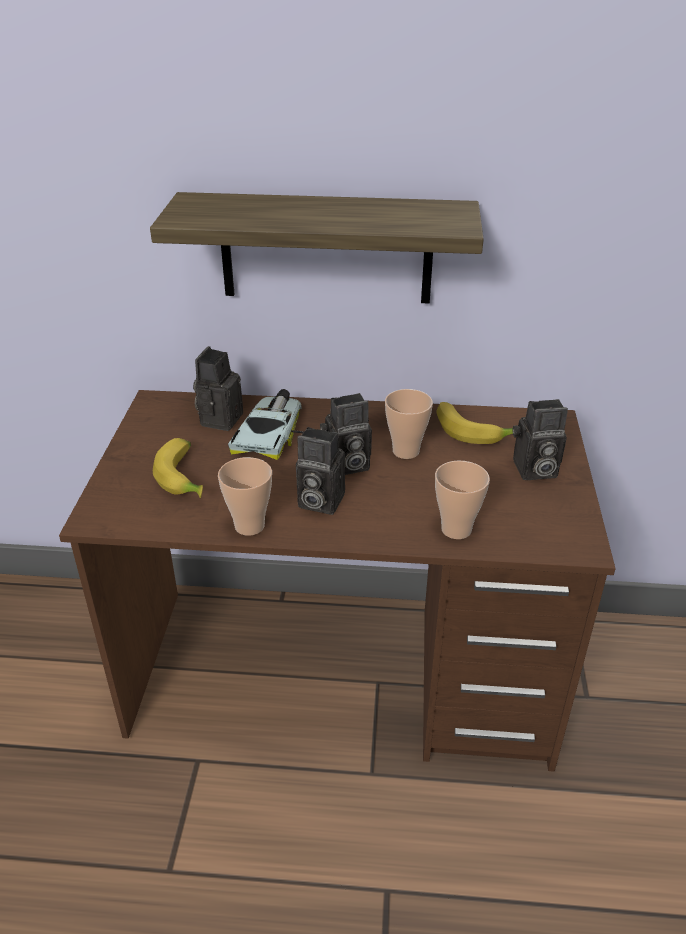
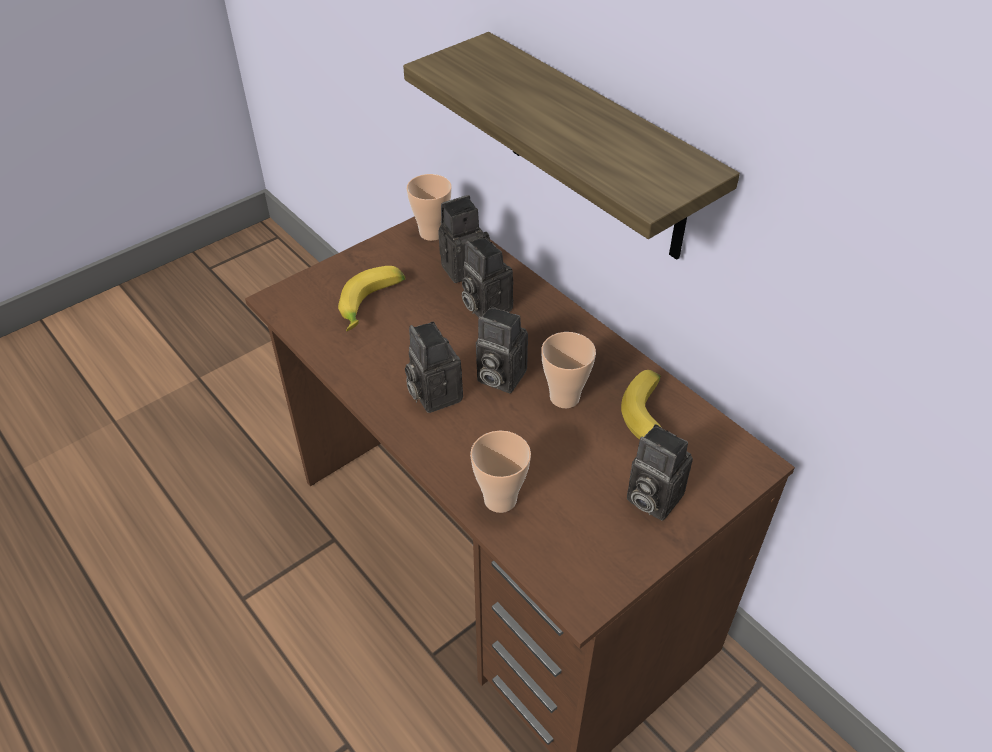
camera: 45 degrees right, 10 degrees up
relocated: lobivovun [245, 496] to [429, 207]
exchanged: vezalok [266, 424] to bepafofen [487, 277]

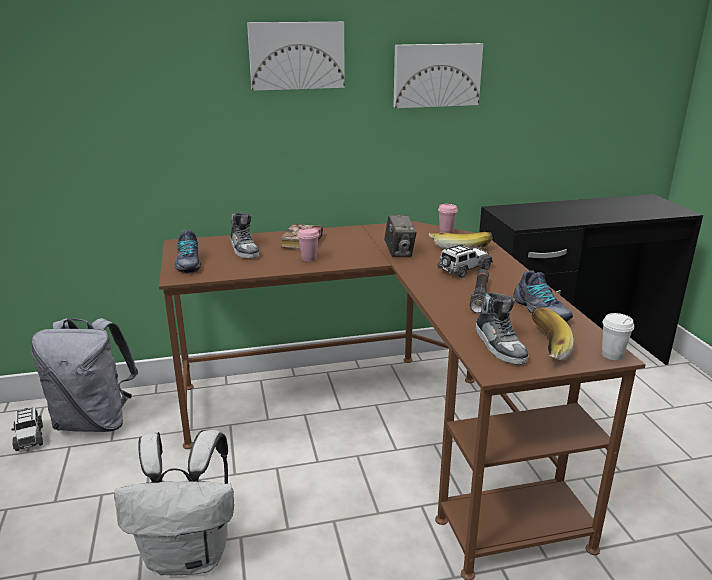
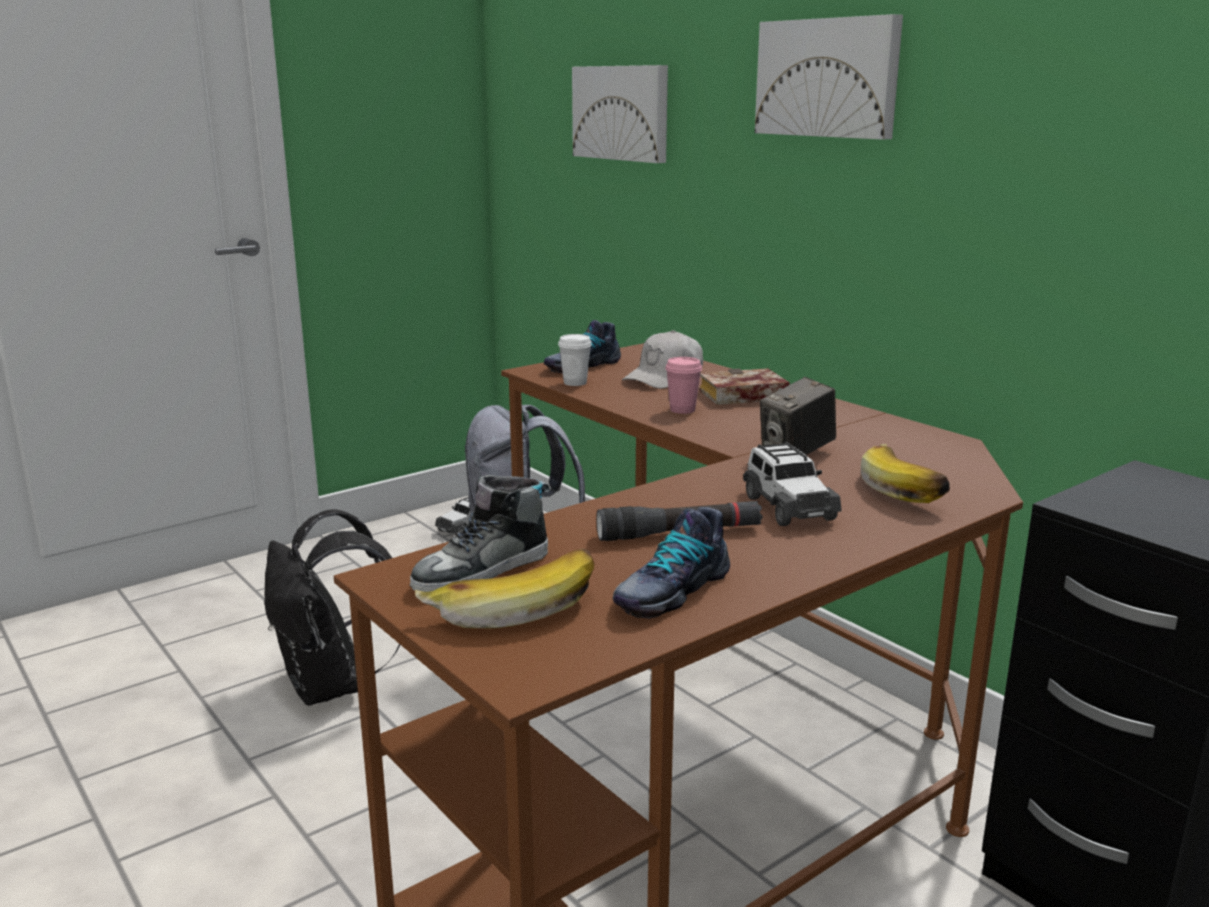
camera: 65 degrees right, 5 degrees down
missing: pink_lobivovun [448, 218]
relocated: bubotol [438, 75] to [620, 114]; white_lobivovun [618, 336] to [575, 360]
exchanged: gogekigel [245, 236] to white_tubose [662, 359]
colour: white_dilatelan [174, 503] to black_dilatelan [332, 607]
spun: vezalok [465, 261] = [792, 484] 45 degrees clockwise

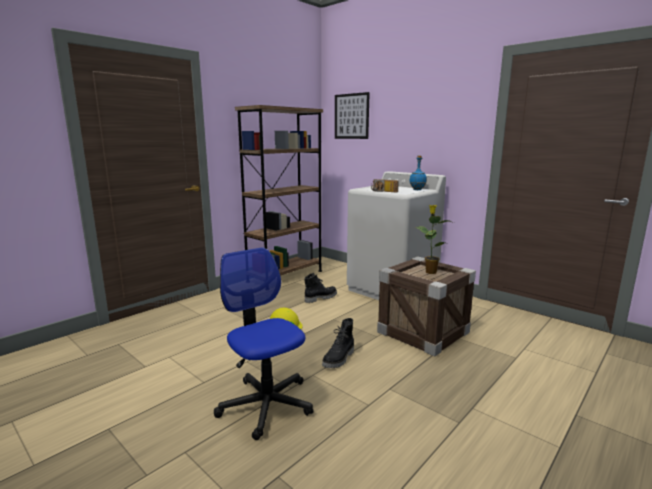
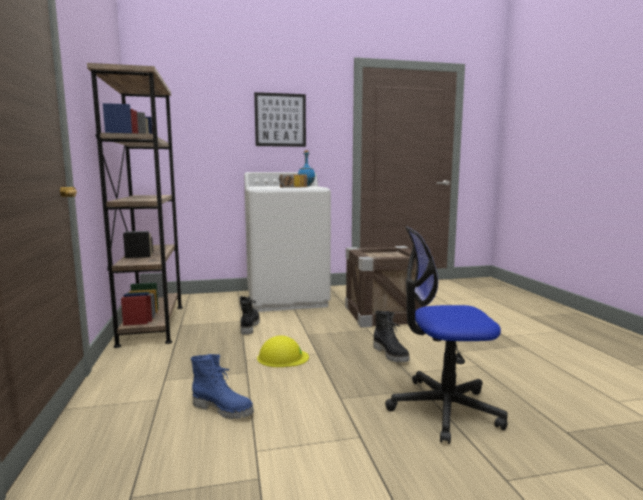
camera: 55 degrees left, 5 degrees down
missing: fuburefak [435, 239]
appeared: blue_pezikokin [222, 386]
relocated: bubotol [352, 115] to [280, 119]

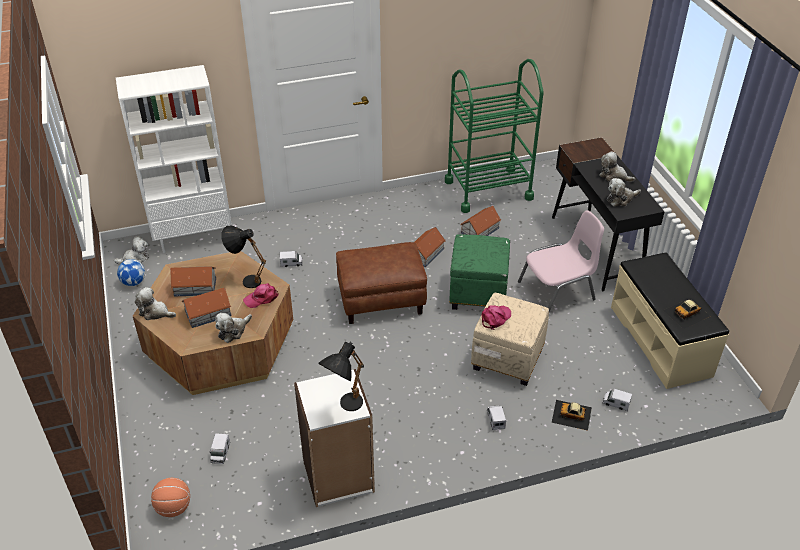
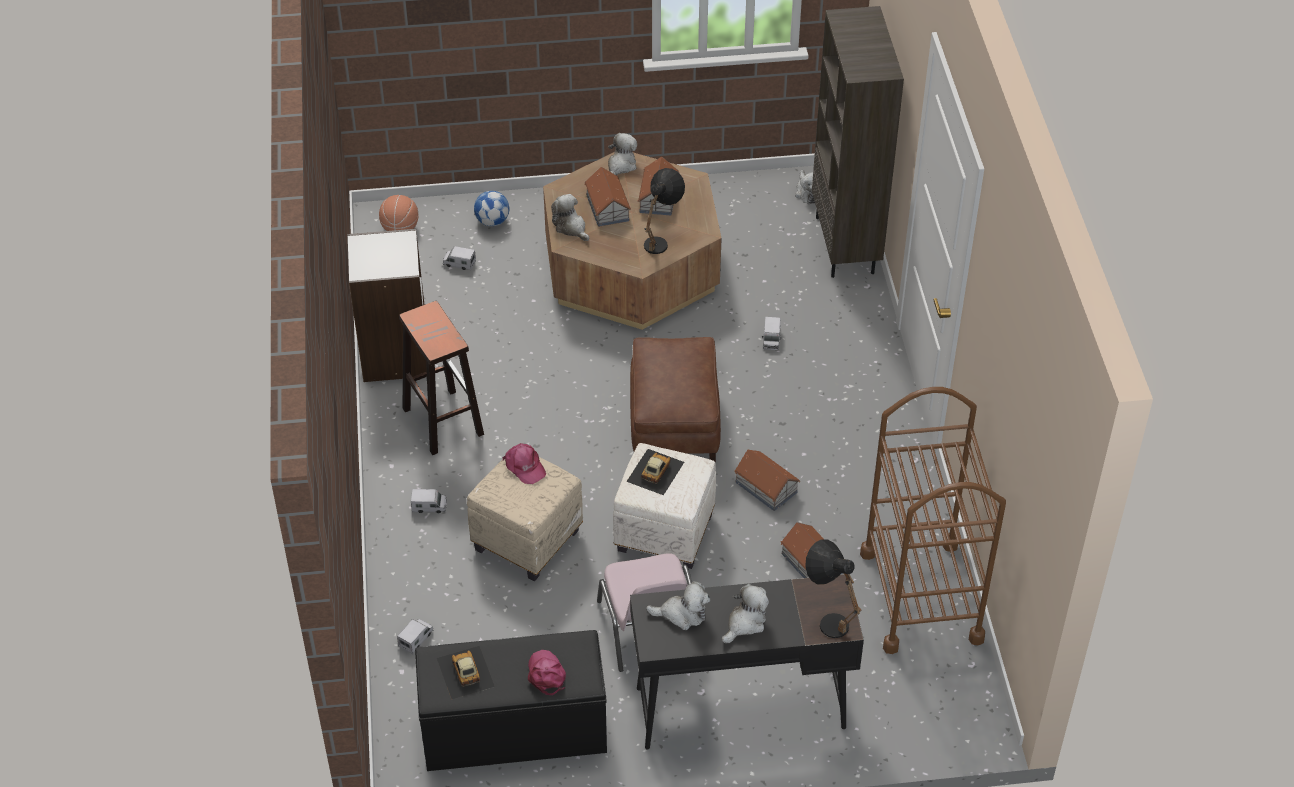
camera: 100 degrees right, 5 degrees up
appeared: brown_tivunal [441, 378]
relocated: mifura [131, 272] to [491, 208]; pink_tubose [260, 295] to [547, 672]; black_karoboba [341, 376] to [833, 588]; vezalok [572, 415] to [655, 472]
colour: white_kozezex [174, 159] to brown_kozezex [858, 142]; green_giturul [494, 136] to brown_giturul [933, 520]; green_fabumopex [479, 272] to white_fabumopex [664, 506]; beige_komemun [670, 320] to black_komemun [511, 700]
spun: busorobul [624, 192] = [678, 605] 105 degrees clockwise

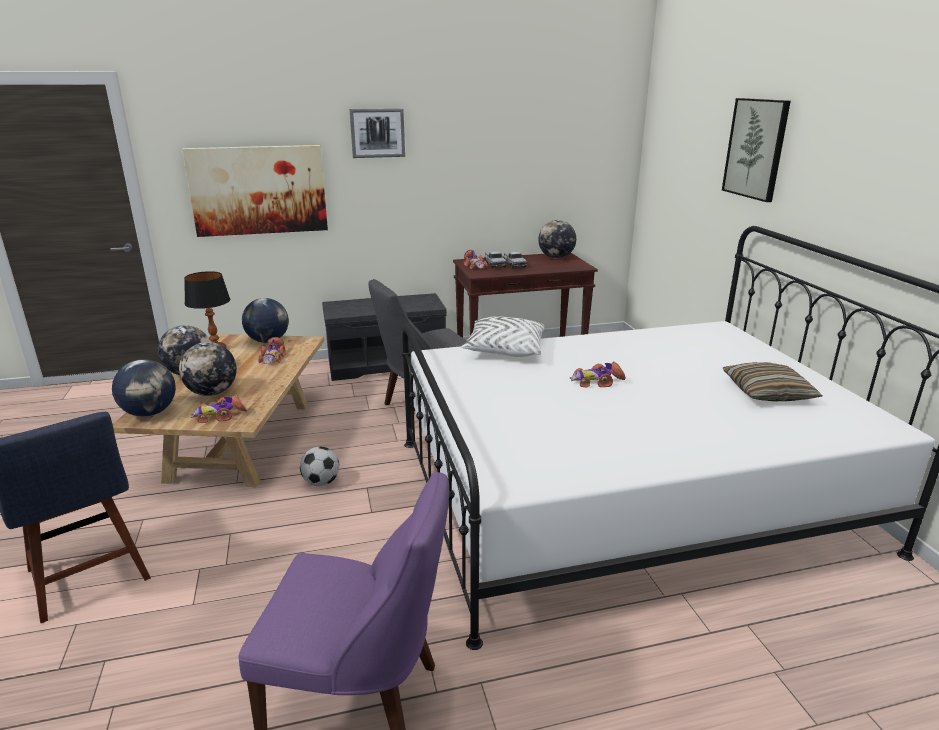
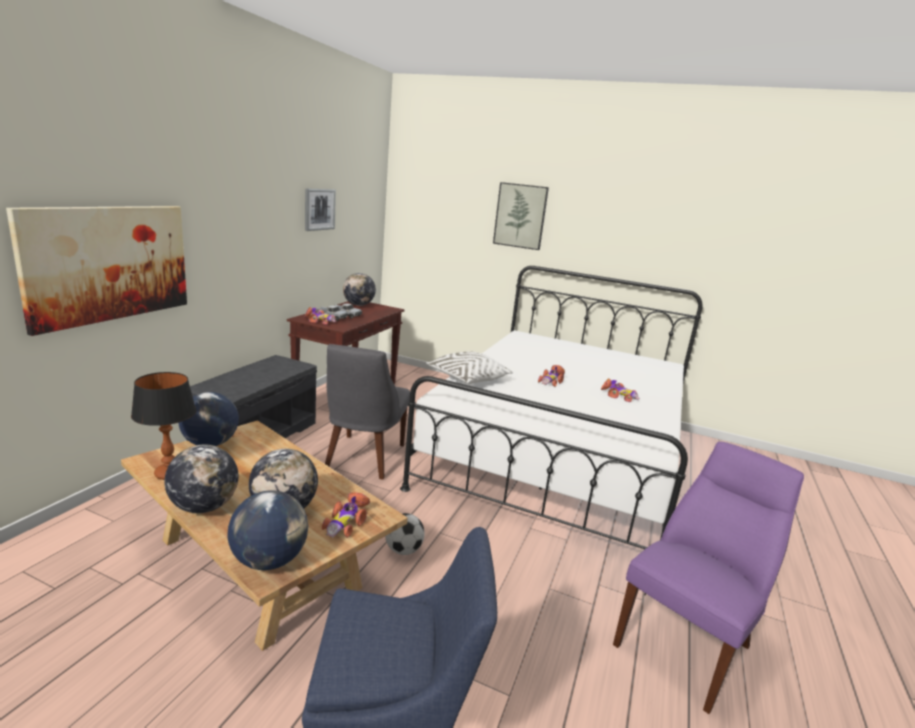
camera: 55 degrees left, 5 degrees down
missing: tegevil [773, 382]
relocated: vezalok [272, 350] to [620, 390]; bubotol [377, 133] to [320, 209]

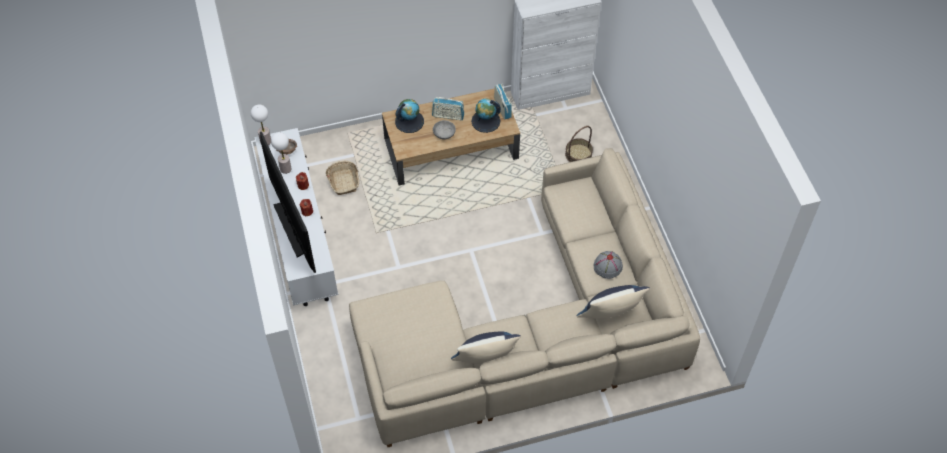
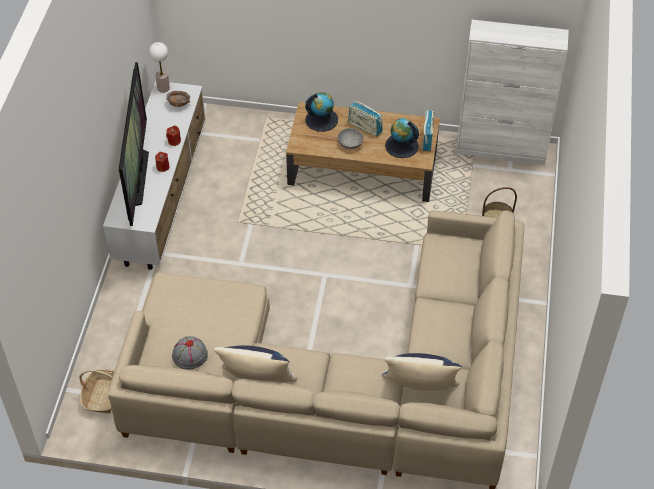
camera: 25 degrees right, 5 degrees down
missing: karoboba [281, 153]
relocated: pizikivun [342, 178] to [96, 391]; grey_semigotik [608, 265] to [190, 353]

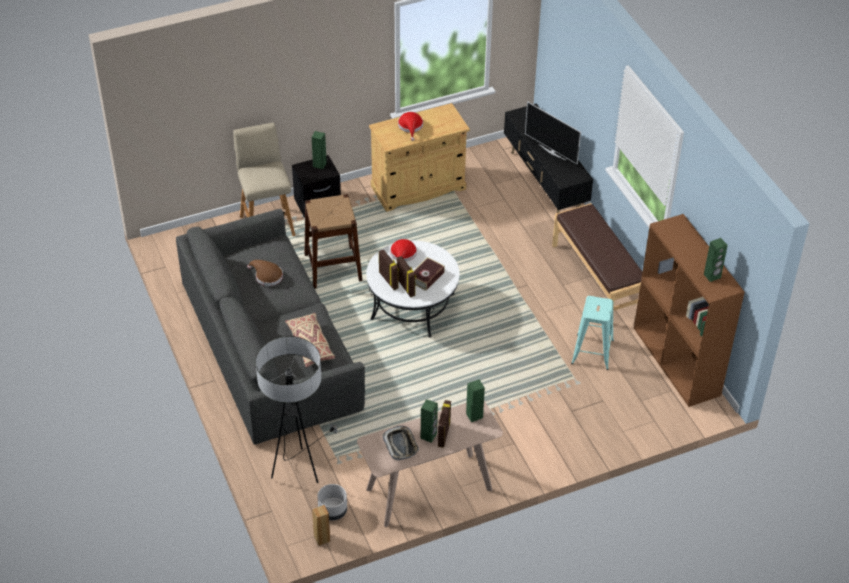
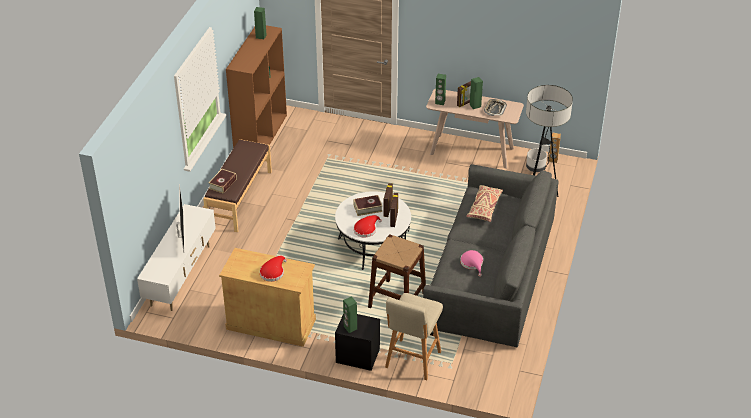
camera: 140 degrees left, 5 degrees down
missing: turquoise_tivunal [592, 333]
appeared: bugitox [223, 181]
colour: brown_semigotik [265, 273] to pink_semigotik [471, 263]; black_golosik [548, 158] to white_golosik [176, 257]

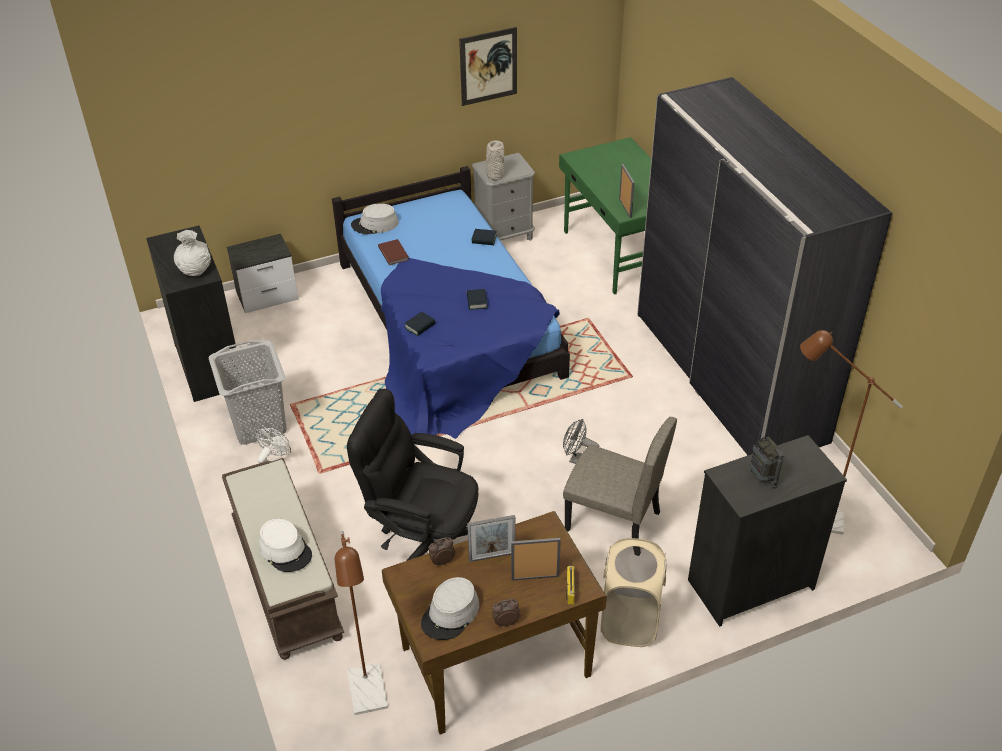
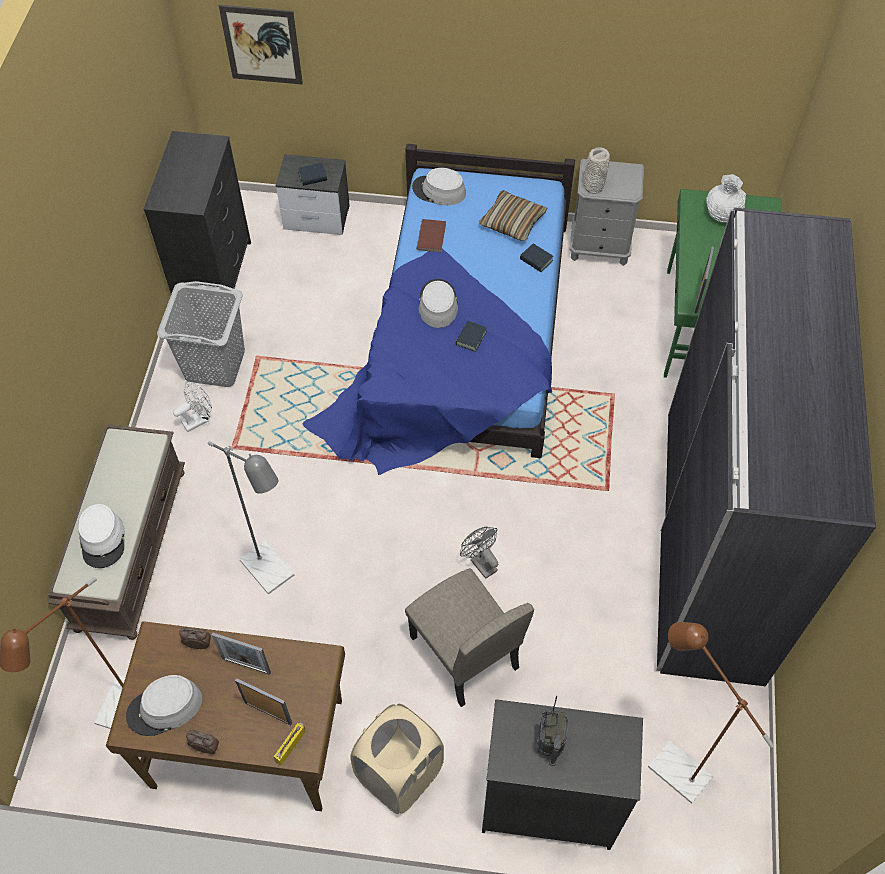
camera: 30 degrees right, 15 degrees up
appeared: grey_semigotik [438, 303]; tegevil [513, 215]
relocated: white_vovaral [192, 253] to [726, 198]; bugitox [419, 324] to [312, 174]; bubotol [488, 66] to [261, 44]
exchanged: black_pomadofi [413, 475] to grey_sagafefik [251, 518]

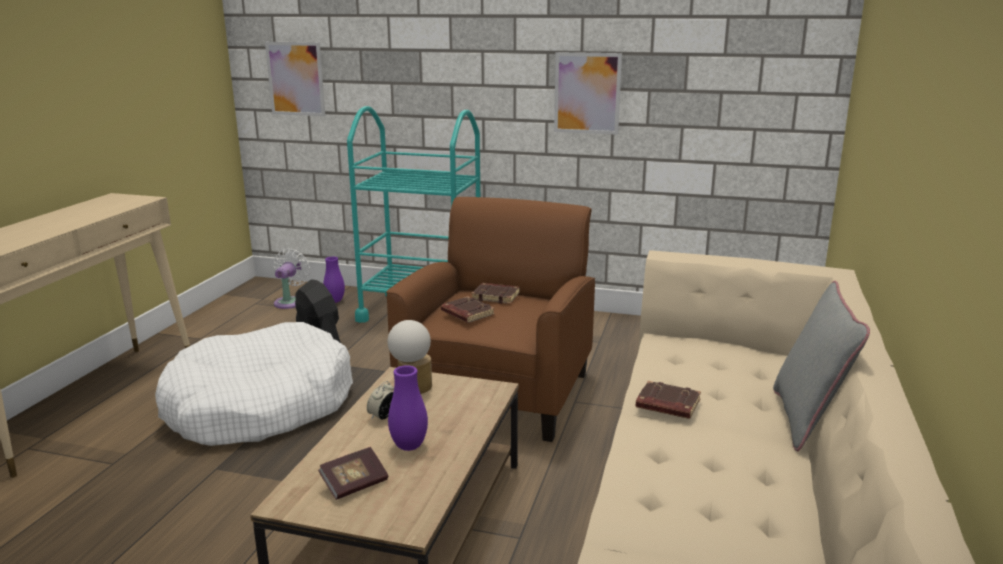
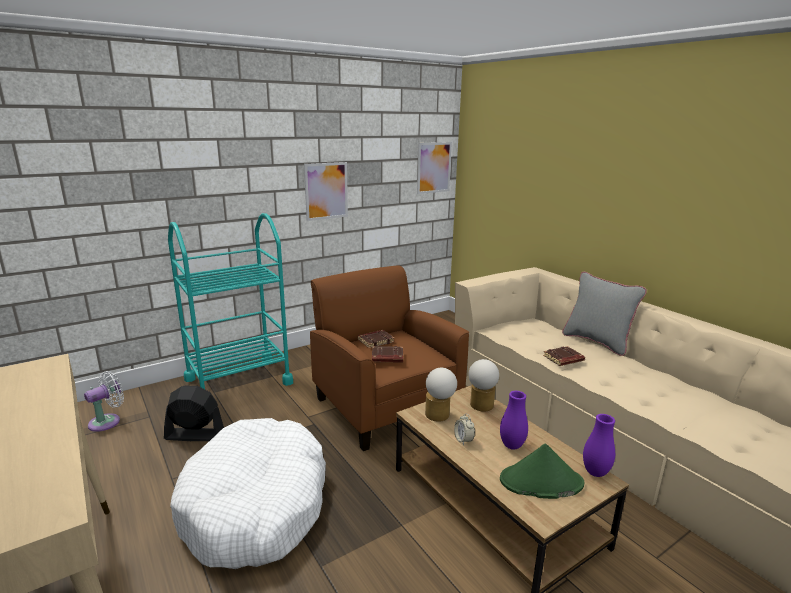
camera: 50 degrees left, 0 degrees up
appeared: karoboba [484, 385]
relocated: bubotol [295, 79] to [434, 168]; purple_vovaral [334, 280] to [599, 445]
exchanged: bugitox [353, 473] to green_semigotik [542, 471]
spun: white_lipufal [292, 279] = [104, 401] 75 degrees clockwise

